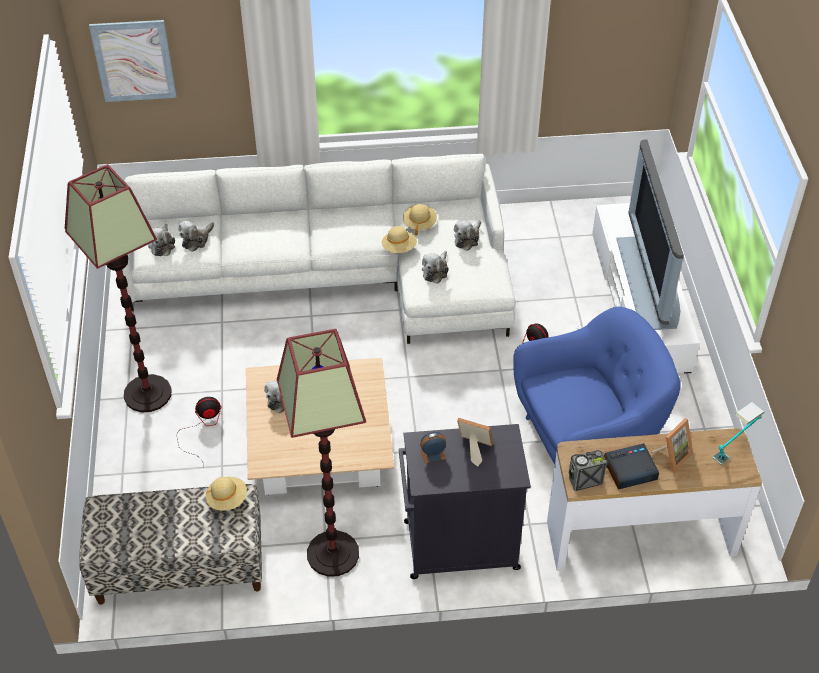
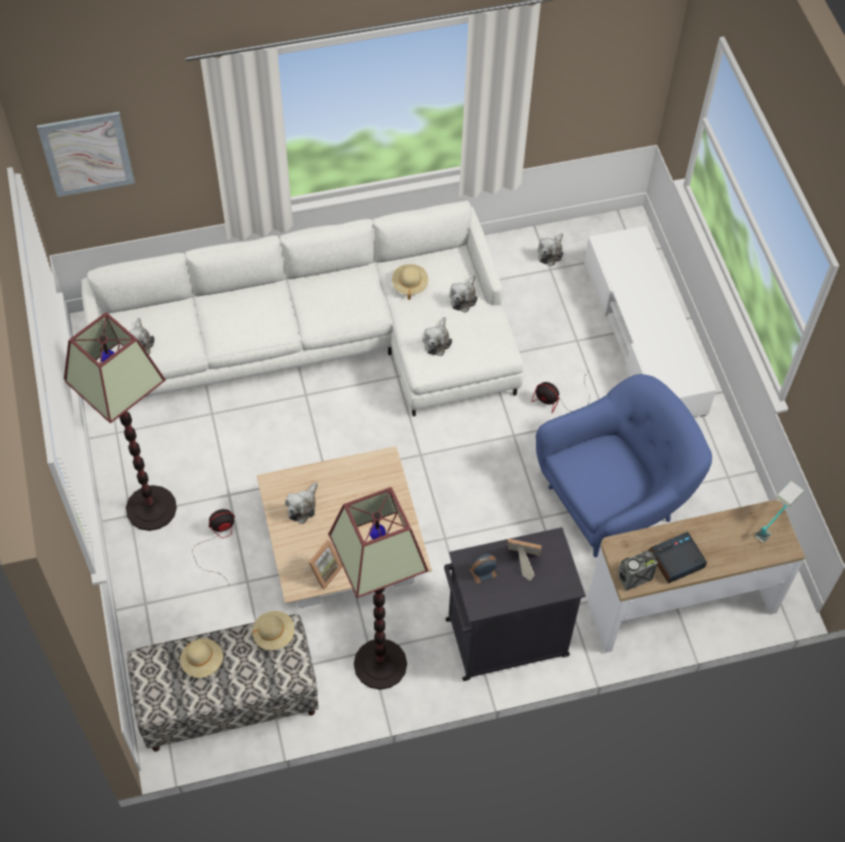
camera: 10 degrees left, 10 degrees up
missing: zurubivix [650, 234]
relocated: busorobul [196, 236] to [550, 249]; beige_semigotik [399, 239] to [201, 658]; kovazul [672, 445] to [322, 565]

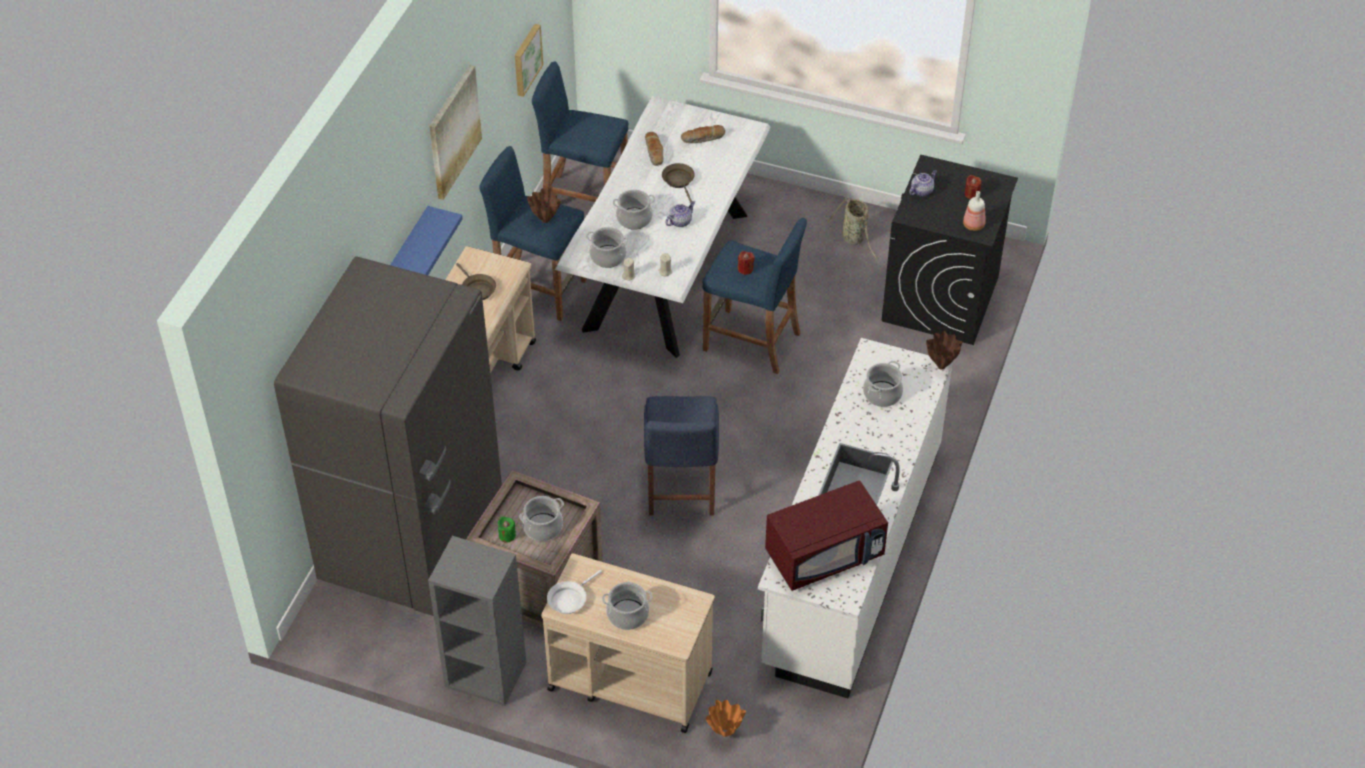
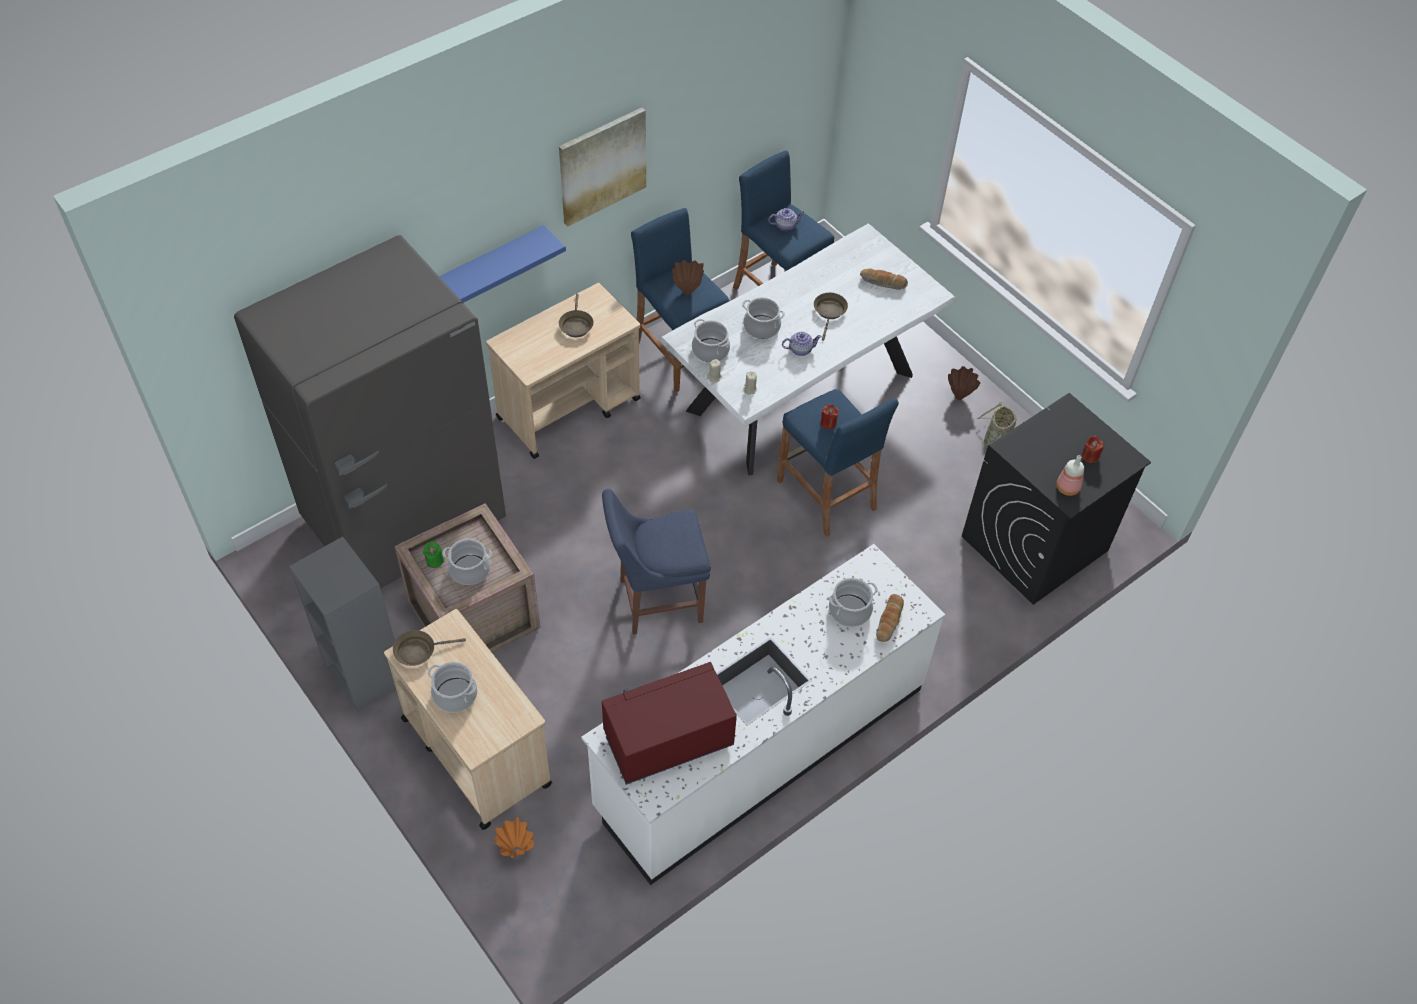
camera: 30 degrees right, 5 degrees up
missing: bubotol [529, 60]
relocated: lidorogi [654, 149] to [890, 618]; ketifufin [923, 183] to [786, 219]; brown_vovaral [944, 350] to [964, 383]
colour: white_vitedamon [574, 592] to brown_vitedamon [429, 648]
spun: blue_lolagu [681, 455] = [656, 562] 45 degrees clockwise; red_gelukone [826, 535] = [669, 723] 150 degrees clockwise

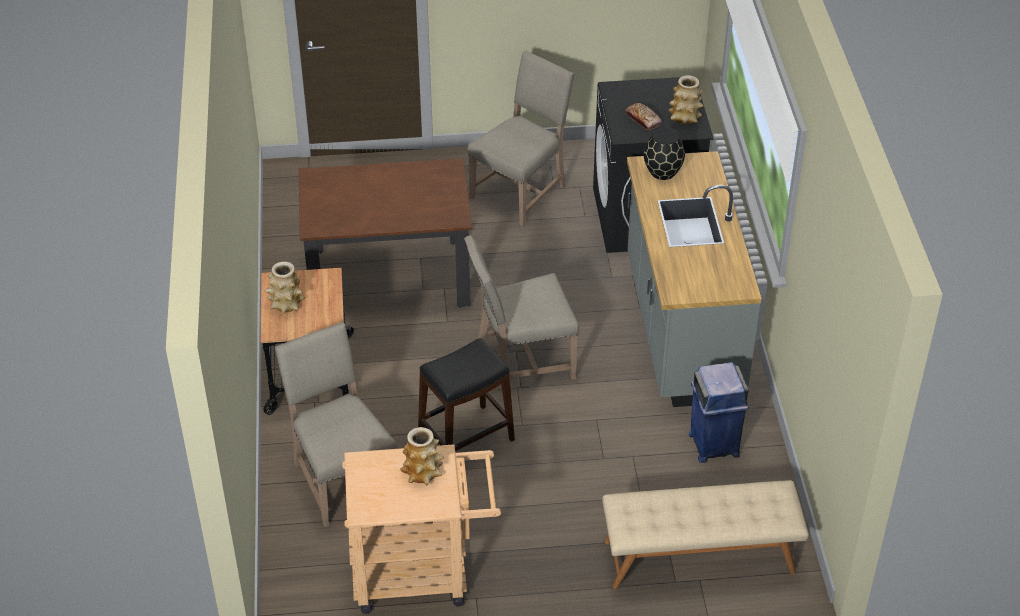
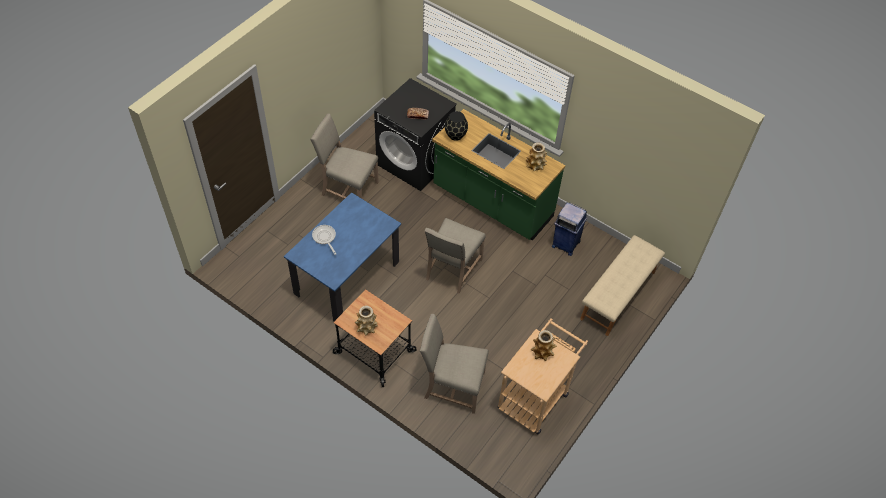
camera: 50 degrees left, 10 degrees up
missing: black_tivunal [466, 394]
appeared: vitedamon [324, 240]
relocated: vovaral [686, 100] to [536, 157]
colour: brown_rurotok [385, 233] to blue_rurotok [342, 256]; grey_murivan [694, 279] to green_murivan [498, 175]
spun: beige_lolagu [521, 138] = [344, 156] 60 degrees counterclockwise

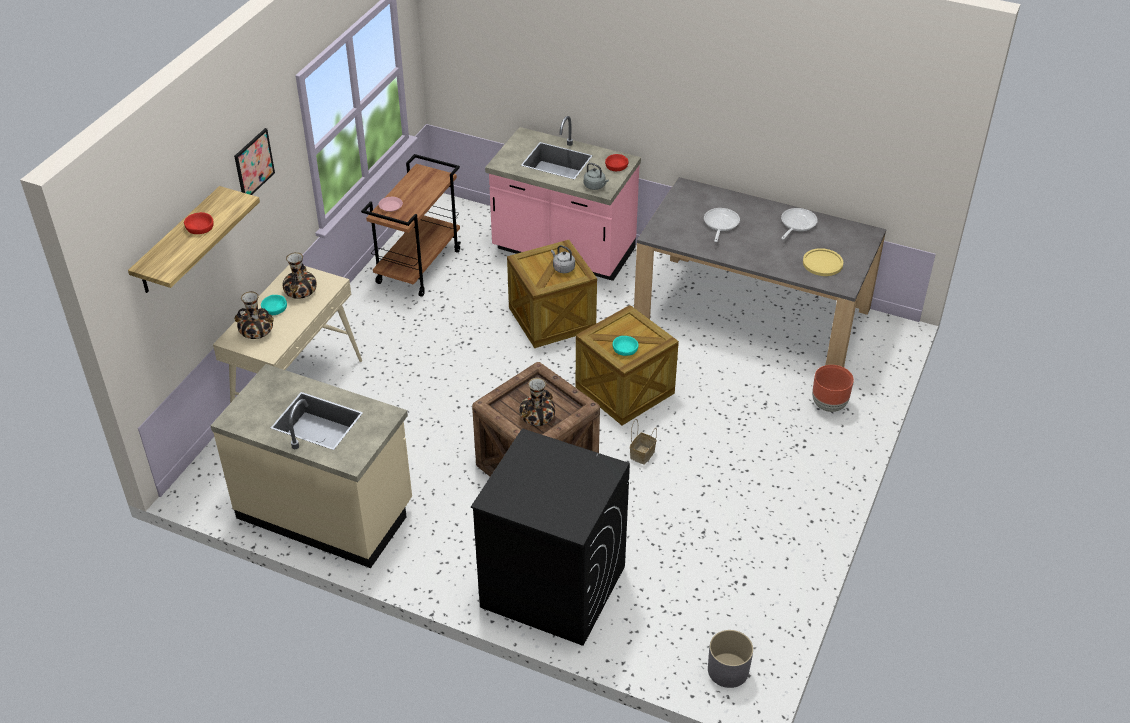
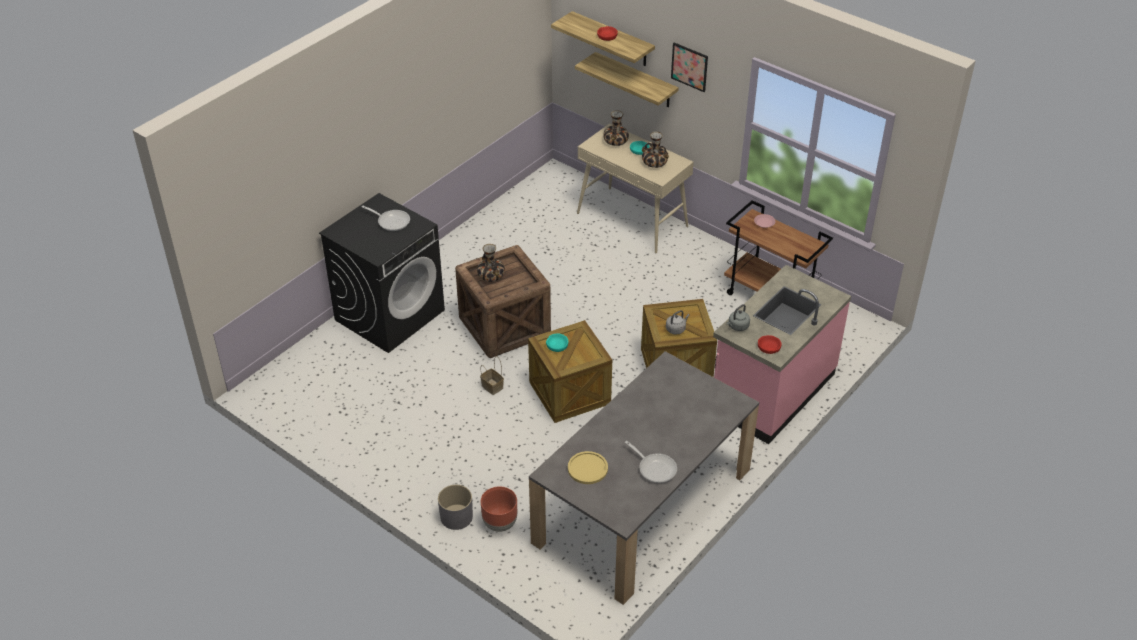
camera: 105 degrees right, 0 degrees up
missing: beige_murivan [311, 466]
appeared: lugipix [627, 79]
relocated: vitedamon [722, 225] to [386, 218]; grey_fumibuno [730, 659] to [455, 507]

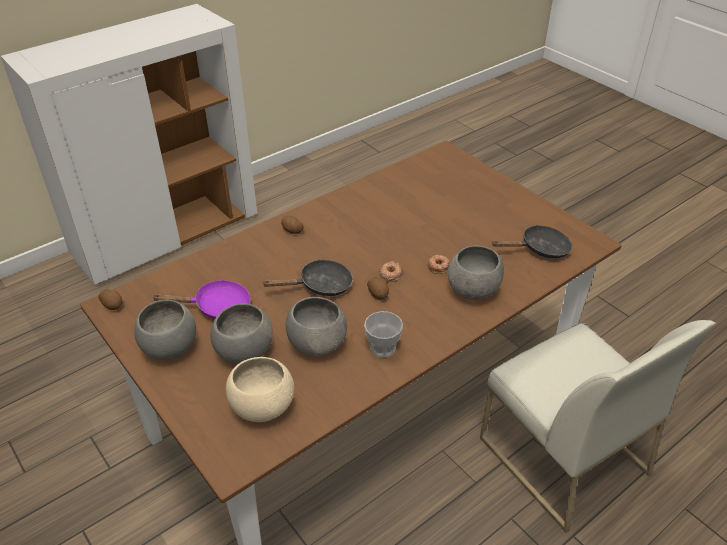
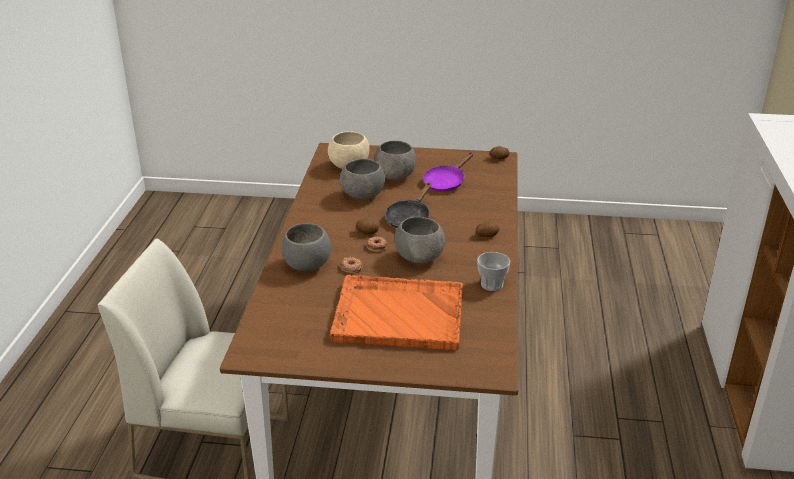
camera: 135 degrees right, 10 degrees down
missing: black_vitedamon [531, 242]
appeared: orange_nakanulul [396, 312]
relocated: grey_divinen [165, 329] to [420, 240]; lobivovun [383, 334] to [493, 271]

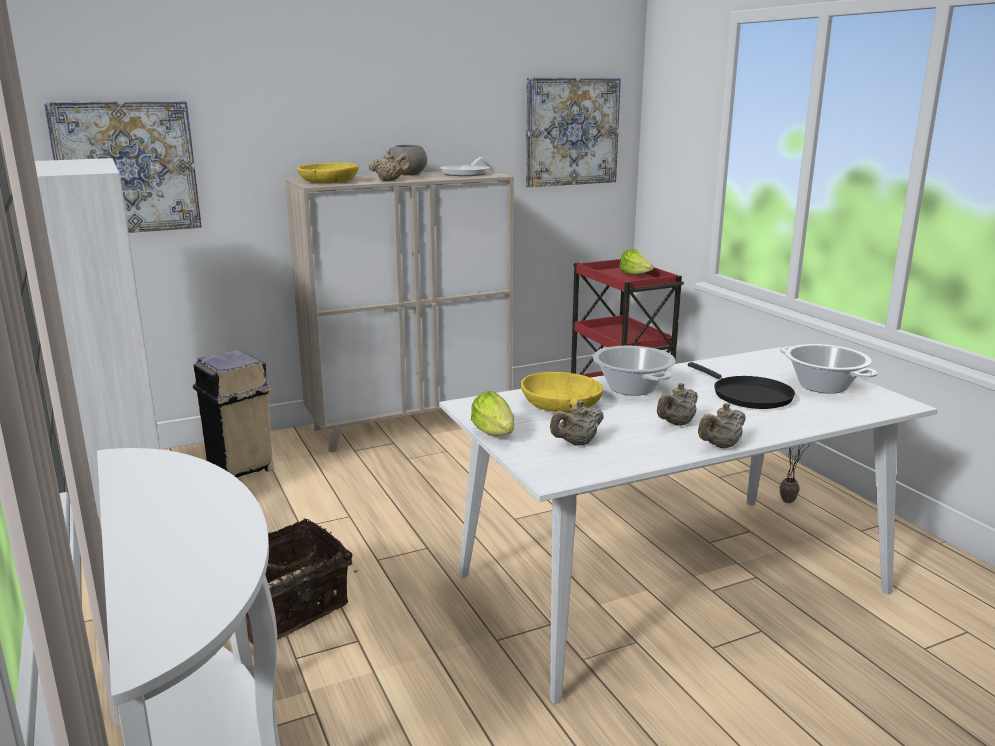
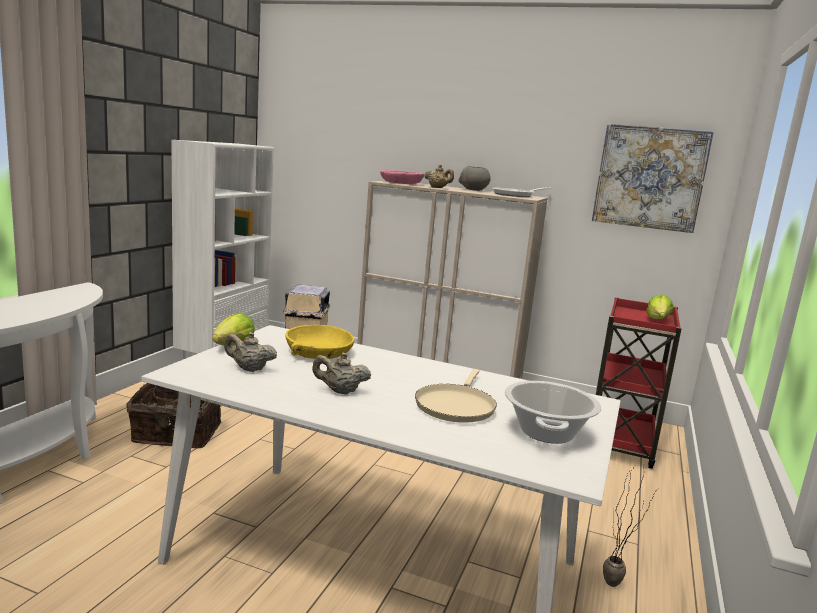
camera: 45 degrees right, 5 degrees down
missing: bubotol [123, 166]; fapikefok [634, 371]; beige_ketifufin [721, 425]
colour: yellow_divinen [328, 173] to pink_divinen [402, 177]; black_vitedamon [741, 385] to beige_vitedamon [456, 396]

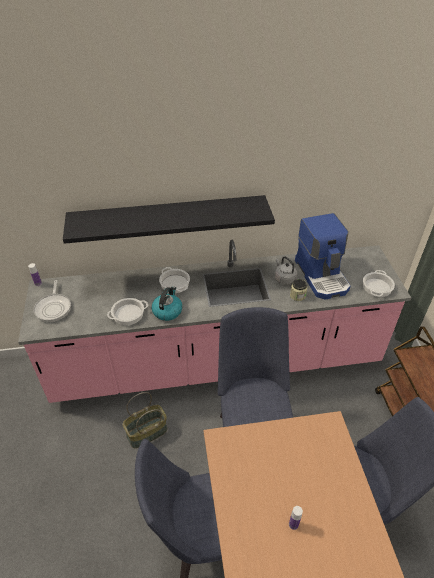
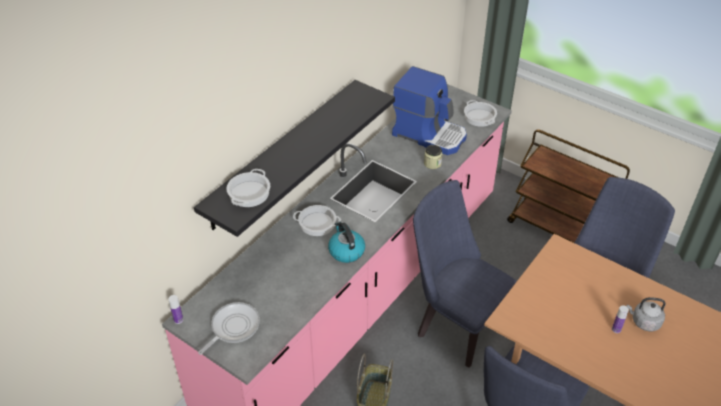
camera: 45 degrees left, 0 degrees up
relocated: fapikefok [127, 311] to [248, 188]; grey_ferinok [286, 270] to [646, 314]
spun: vitedamon [52, 301] = [229, 328] 90 degrees counterclockwise

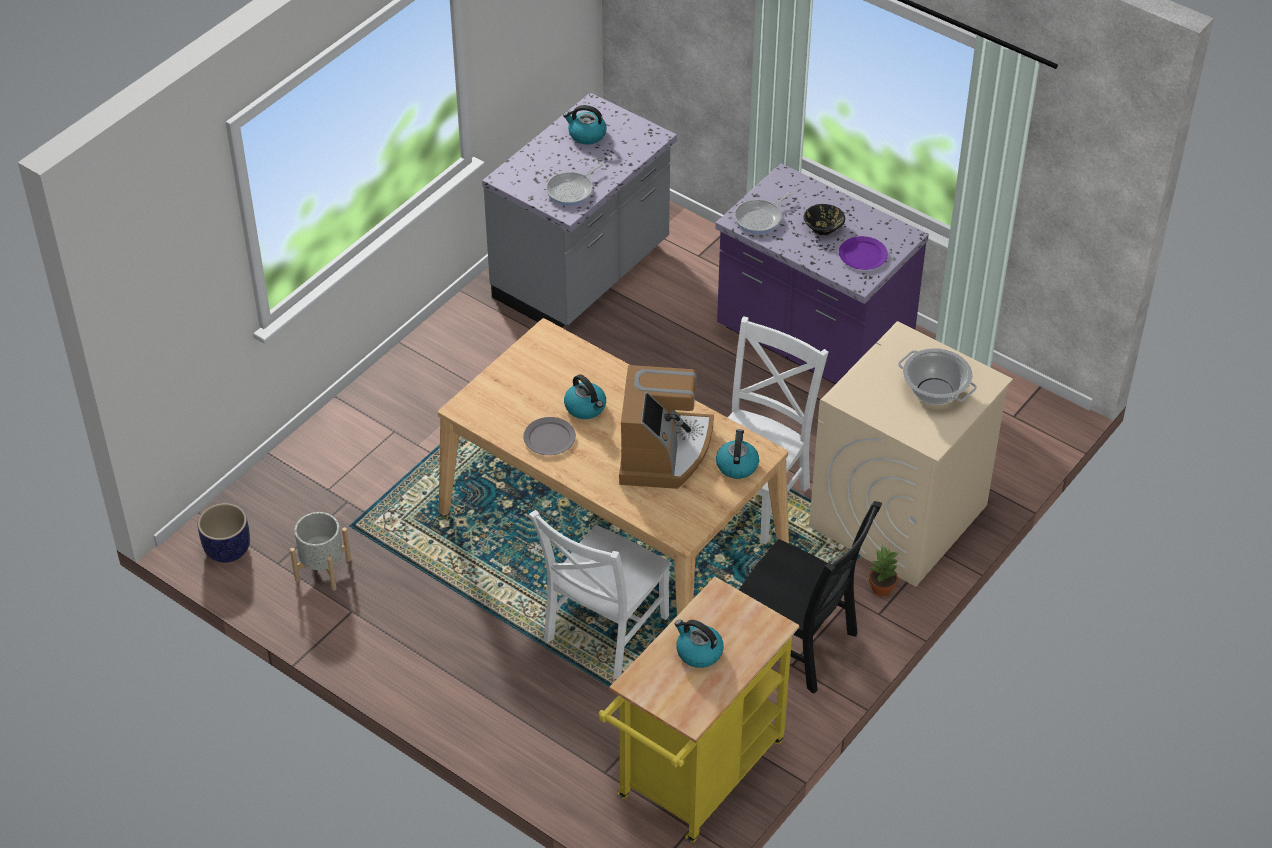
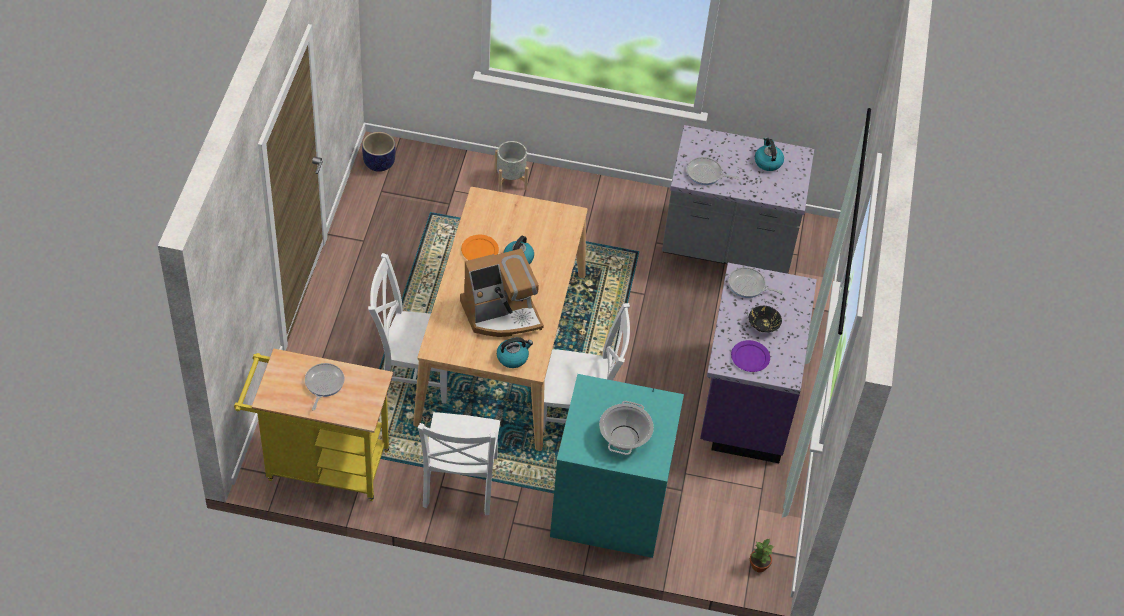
camera: 60 degrees right, 5 degrees up
relocated: grey_fumibuno [320, 551] to [511, 166]; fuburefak [883, 570] to [762, 555]
exchanged: ferinok [699, 644] to vitedamon [325, 387]
colour: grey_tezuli [549, 436] to orange_tezuli [480, 247]; black_lolagu [810, 597] to white_lolagu [459, 463]; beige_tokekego [911, 454] to turquoise_tokekego [617, 466]

